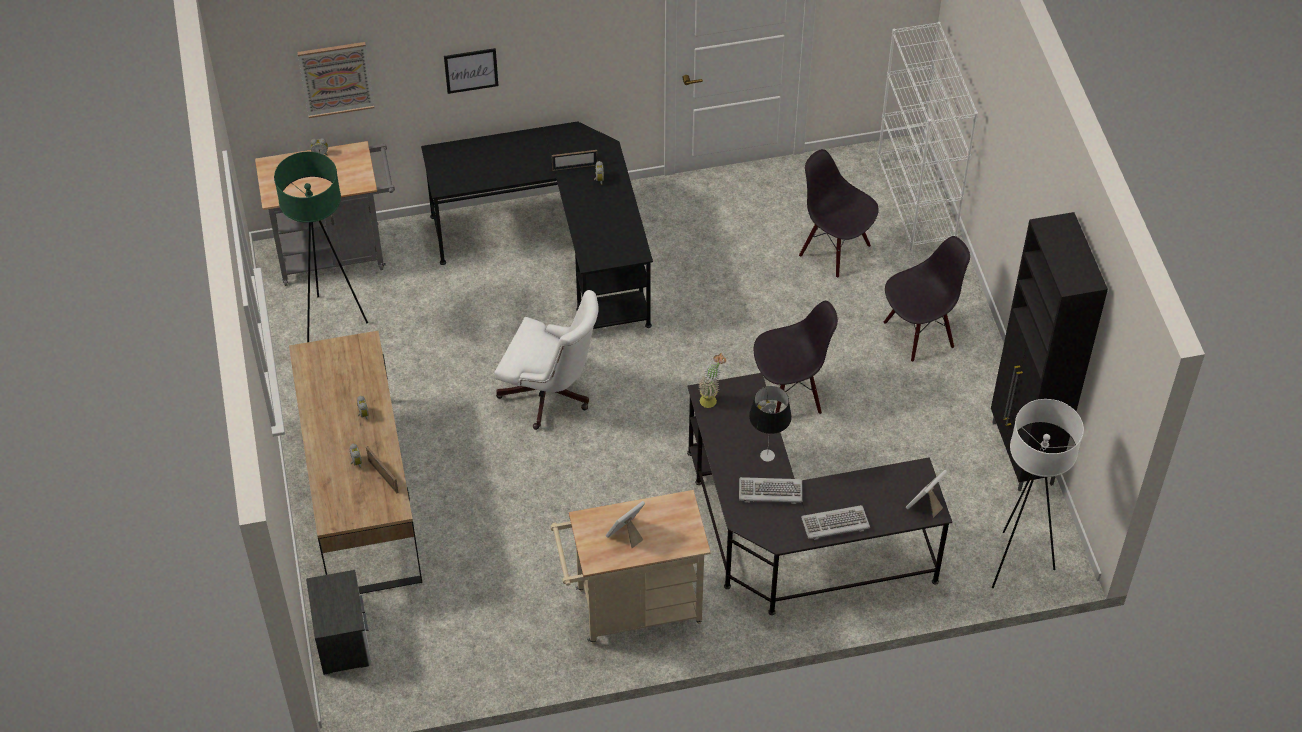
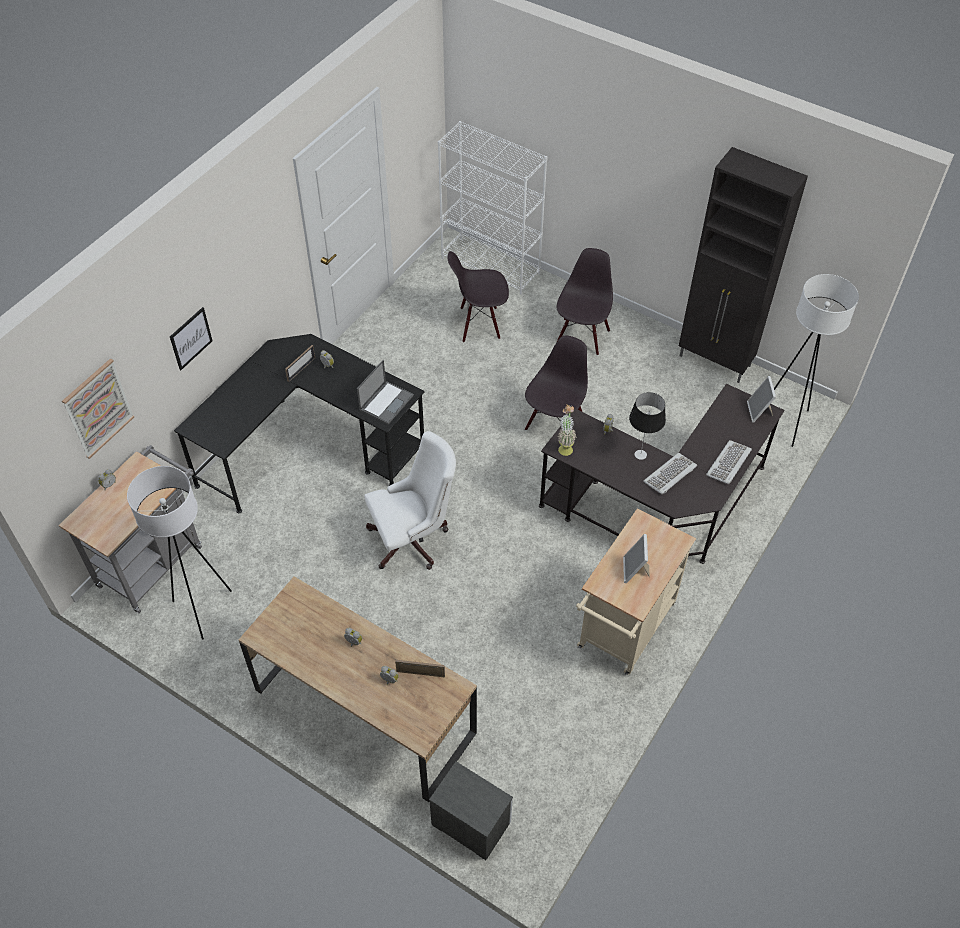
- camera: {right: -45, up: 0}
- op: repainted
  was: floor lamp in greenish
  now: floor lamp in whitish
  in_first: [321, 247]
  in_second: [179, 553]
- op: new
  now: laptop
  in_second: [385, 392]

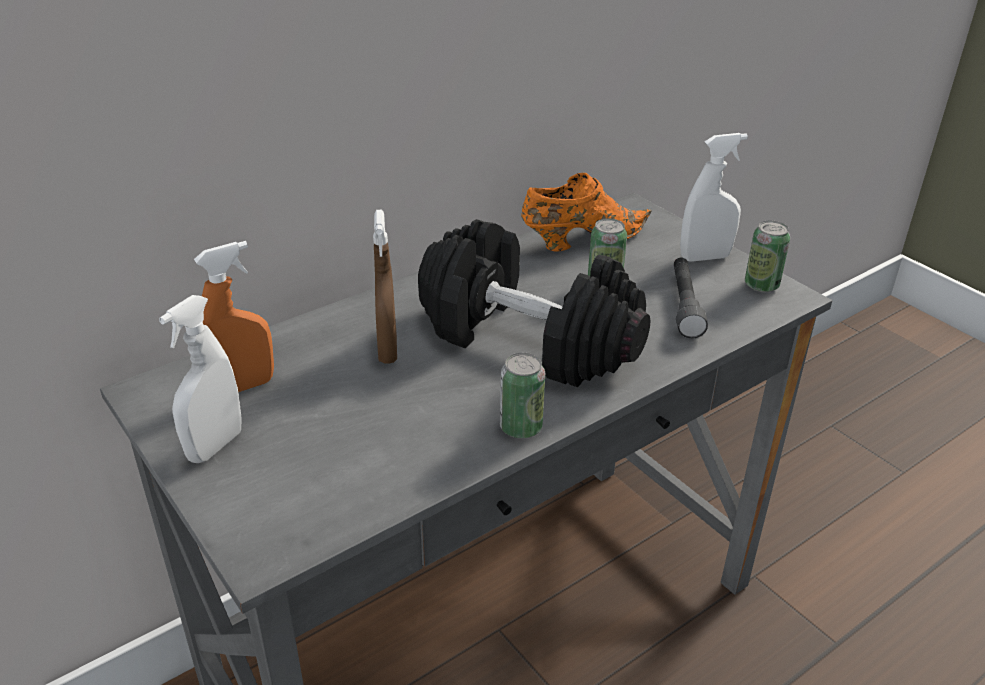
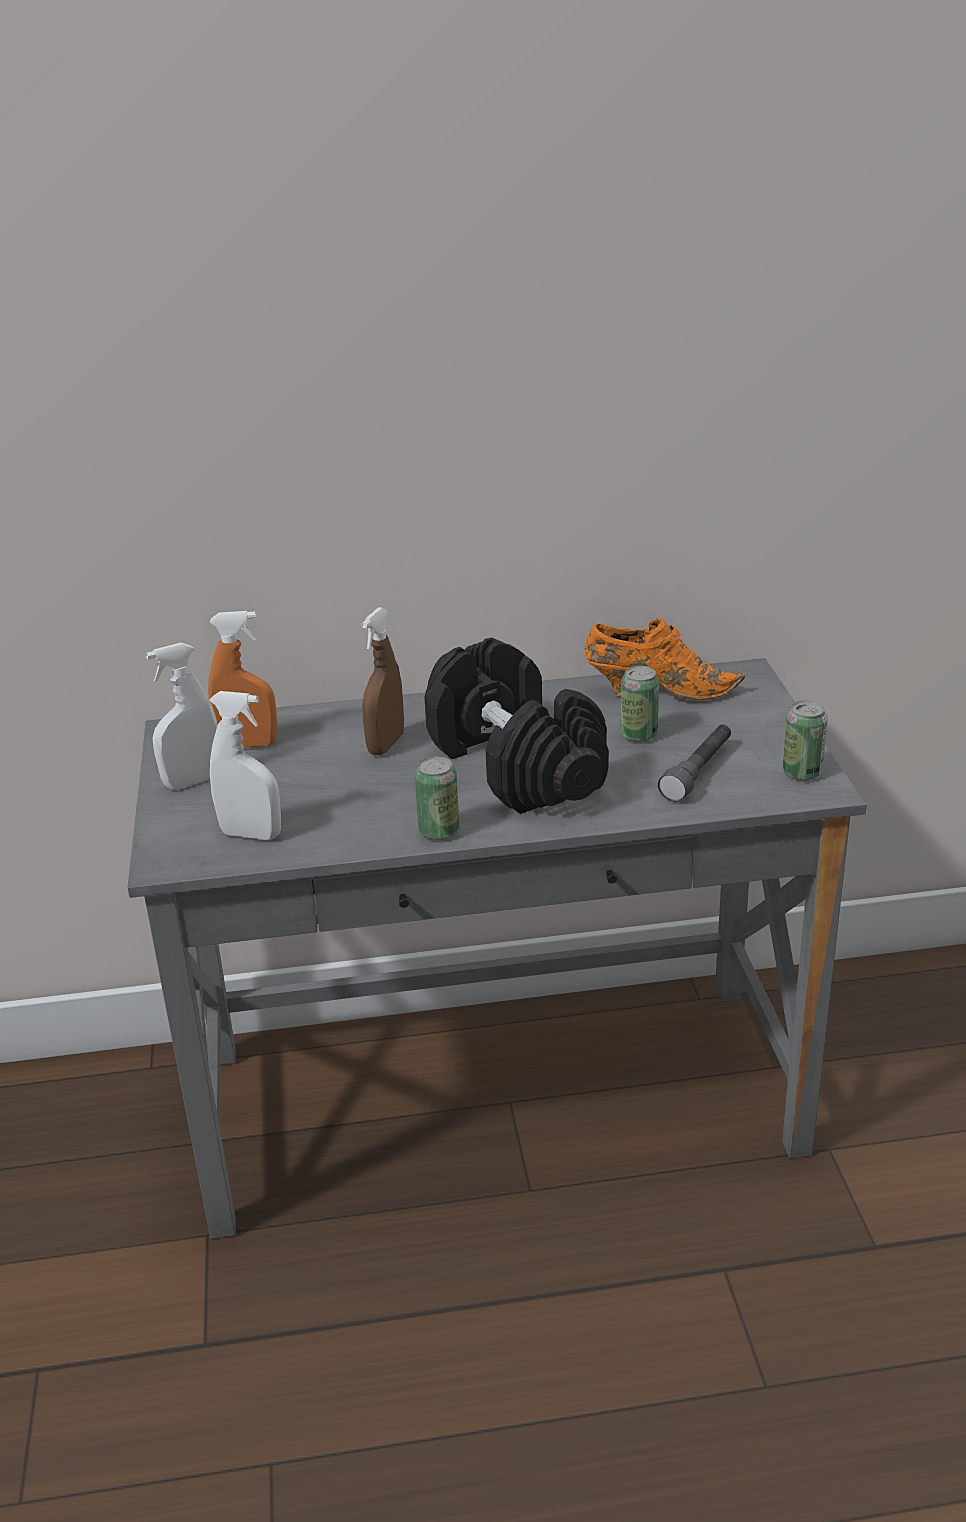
- camera: {right: 30, up: -5}
- op: shifted
  was: sprayer in whitish
  in_first: [714, 197]
  in_second: [245, 765]

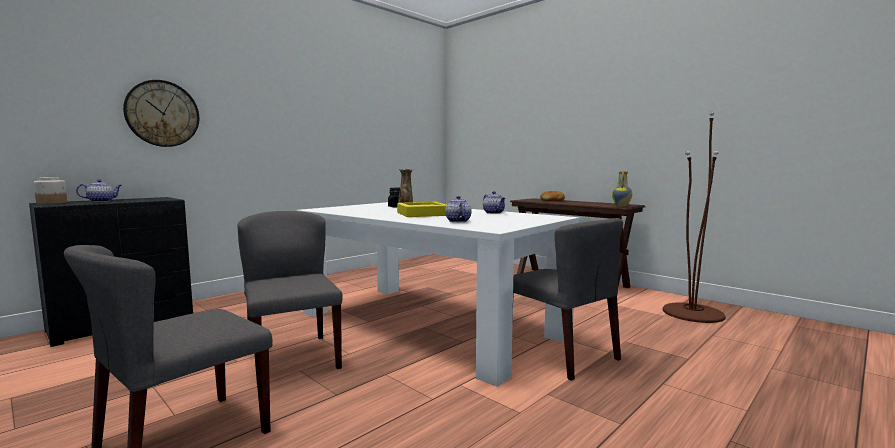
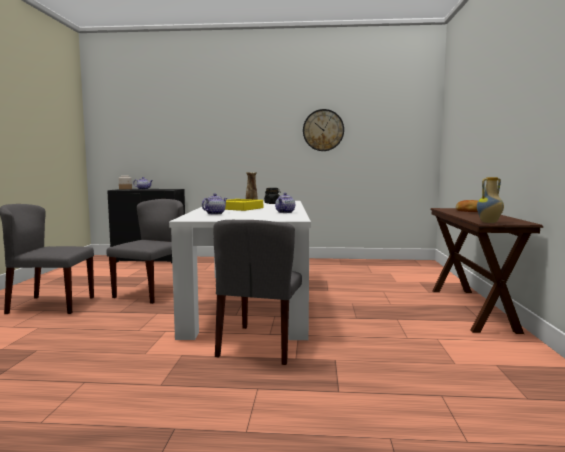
- camera: {right: 50, up: 0}
- op: shifted
  was: clock on the wall
  in_first: [161, 113]
  in_second: [323, 130]
- op: gone
  was: floor lamp in brown-coloured
  in_first: [694, 217]

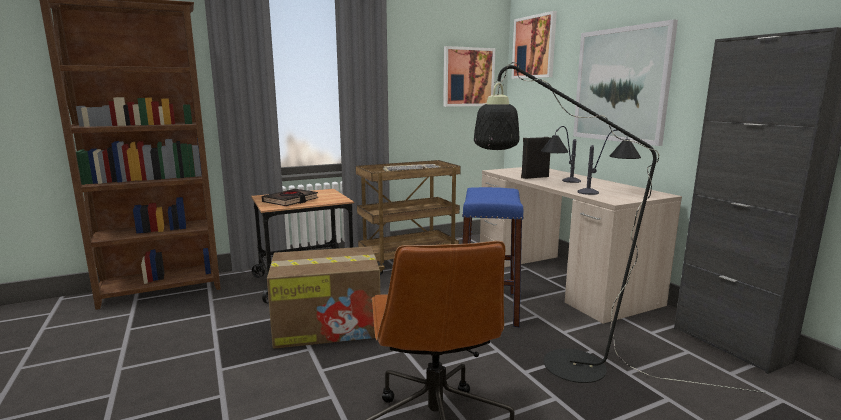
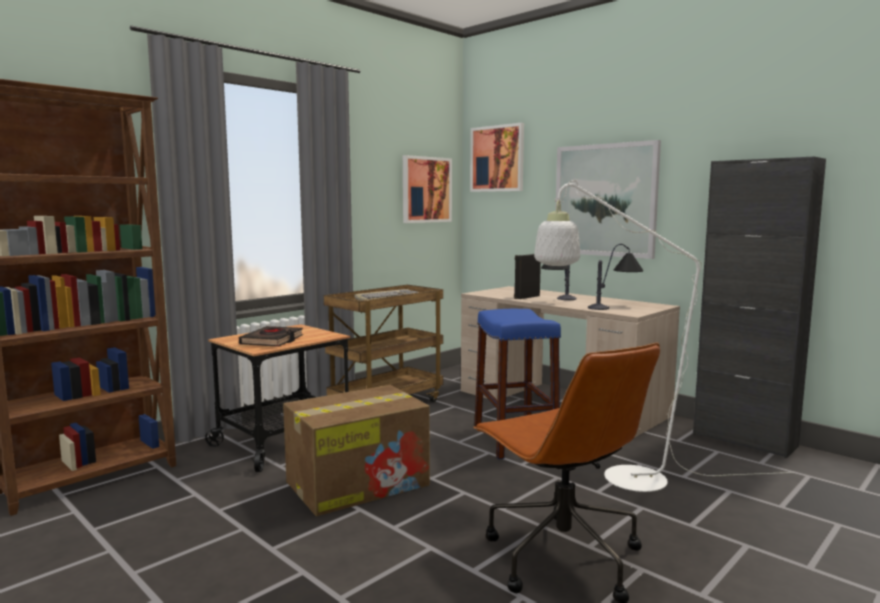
- camera: {right: -20, up: -5}
- op: repainted
  was: floor lamp in black
  now: floor lamp in whitish
  in_first: [620, 227]
  in_second: [664, 336]

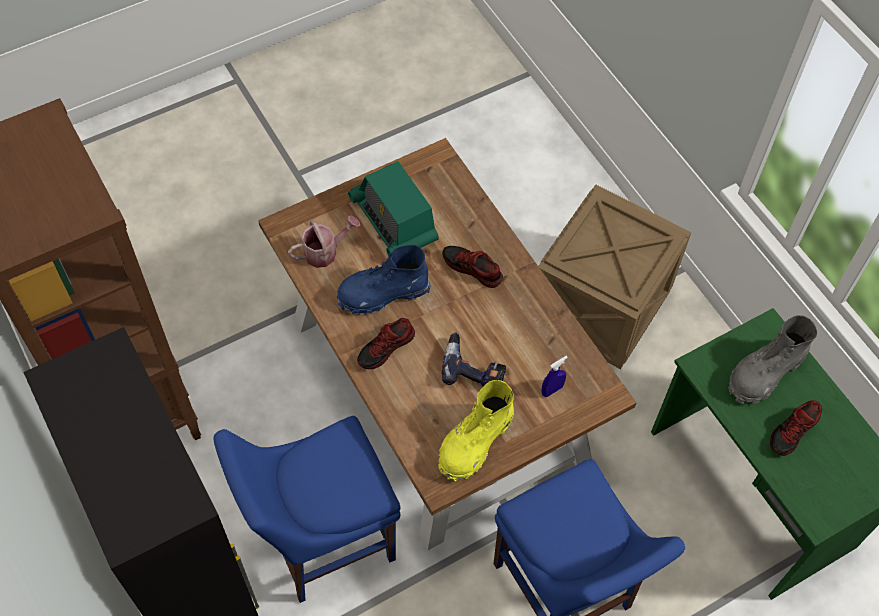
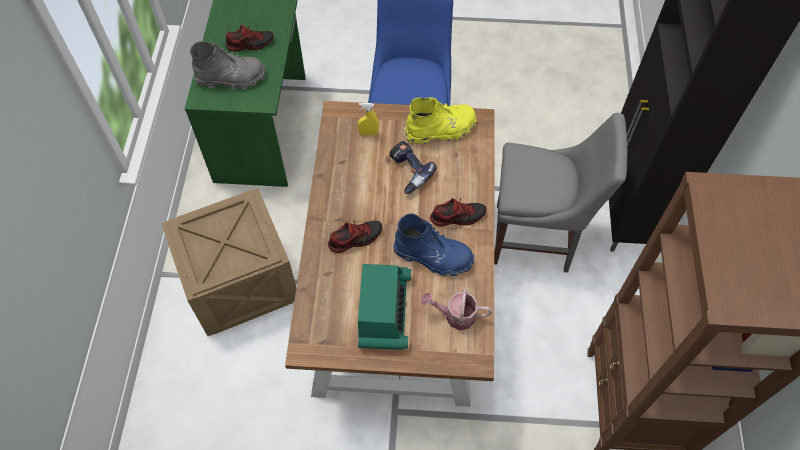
- camera: {right: -145, up: 0}
- op: rotated
  was: item of footwear
  in_first: [472, 267]
  in_second: [355, 236]
  clockwise: -90
- op: repainted
  was: sprayer in bluish
  now: sprayer in yellow-coloured
  in_first: [554, 376]
  in_second: [368, 119]
- op: repainted
  was: plain chair in bluish
  now: plain chair in gray
  in_first: [307, 509]
  in_second: [560, 193]

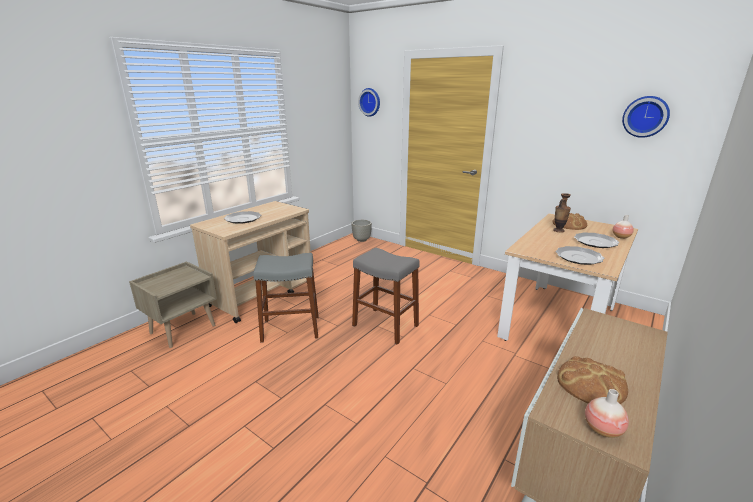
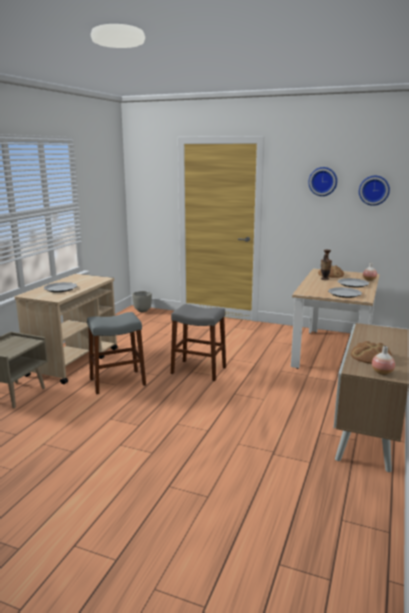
- camera: {right: -15, up: -5}
- op: shifted
  was: clock on the wall
  in_first: [369, 102]
  in_second: [322, 181]

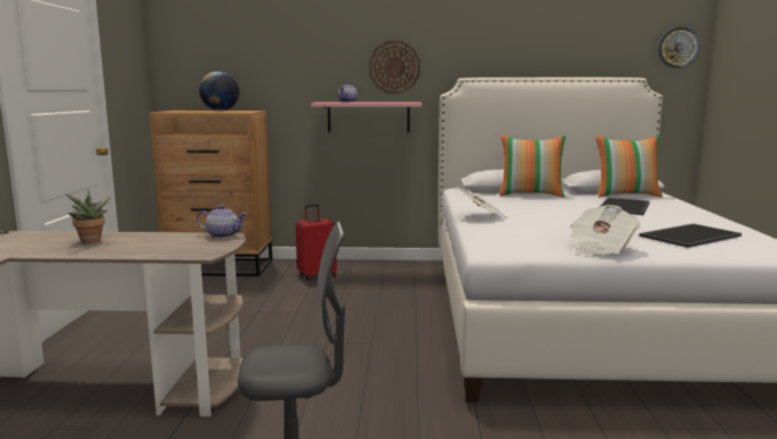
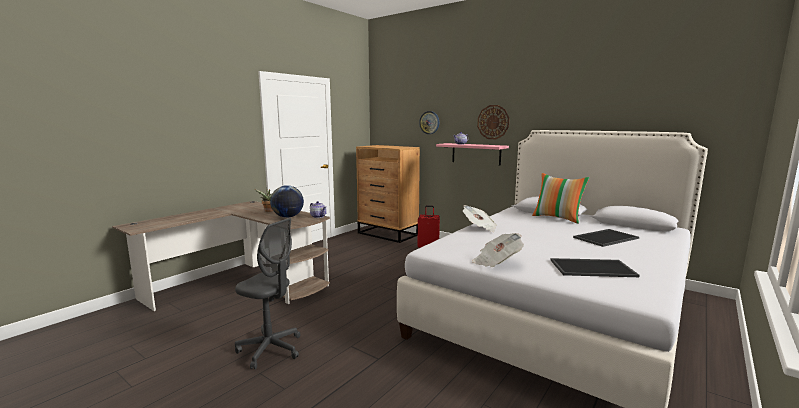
- camera: {right: 35, up: 0}
- op: shifted
  was: desk globe
  in_first: [219, 91]
  in_second: [287, 201]
- op: shifted
  was: clock on the wall
  in_first: [678, 47]
  in_second: [429, 122]
- op: gone
  was: pillow
  in_first: [629, 166]

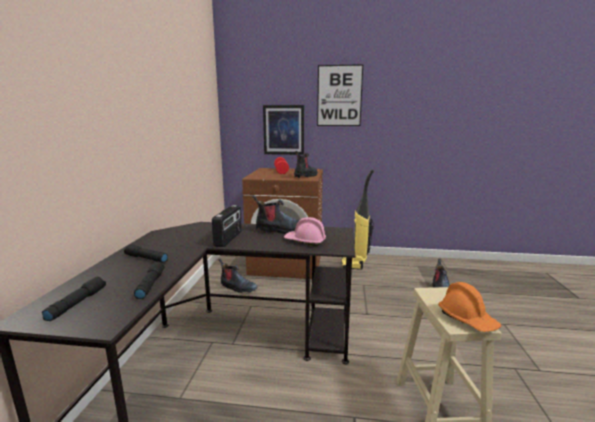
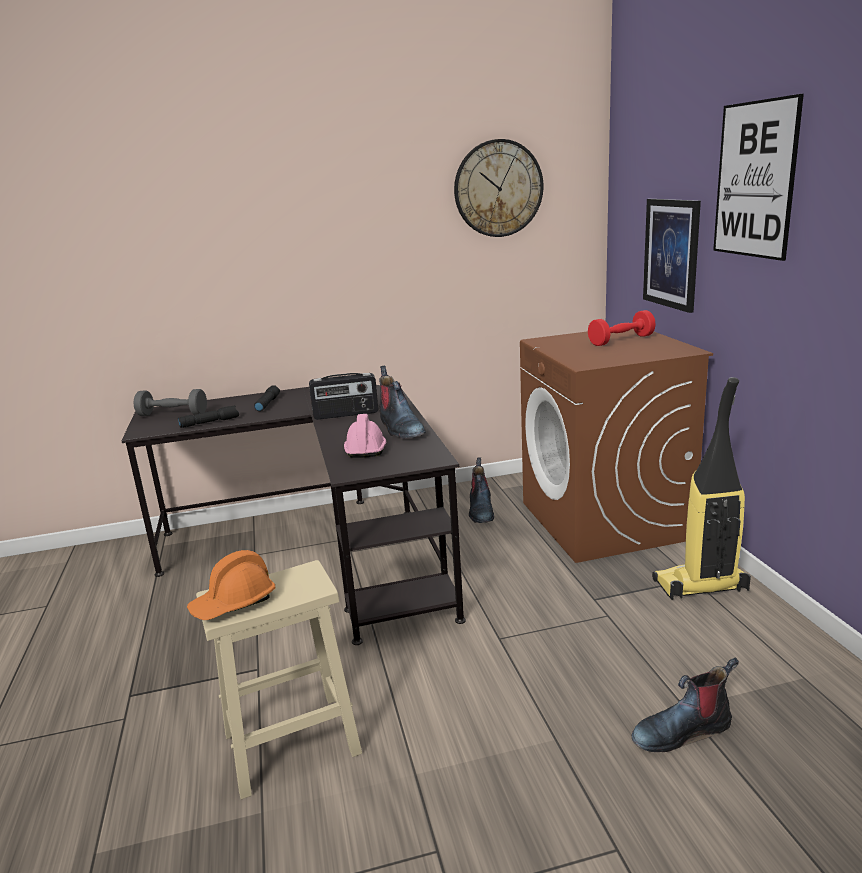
- camera: {right: 70, up: 5}
- op: swapped
  was: hand torch in black
  now: free weight in gray
  in_first: [74, 299]
  in_second: [170, 402]
- op: new
  now: clock on the wall
  in_second: [498, 188]
- op: gone
  was: tall boot
  in_first: [306, 164]

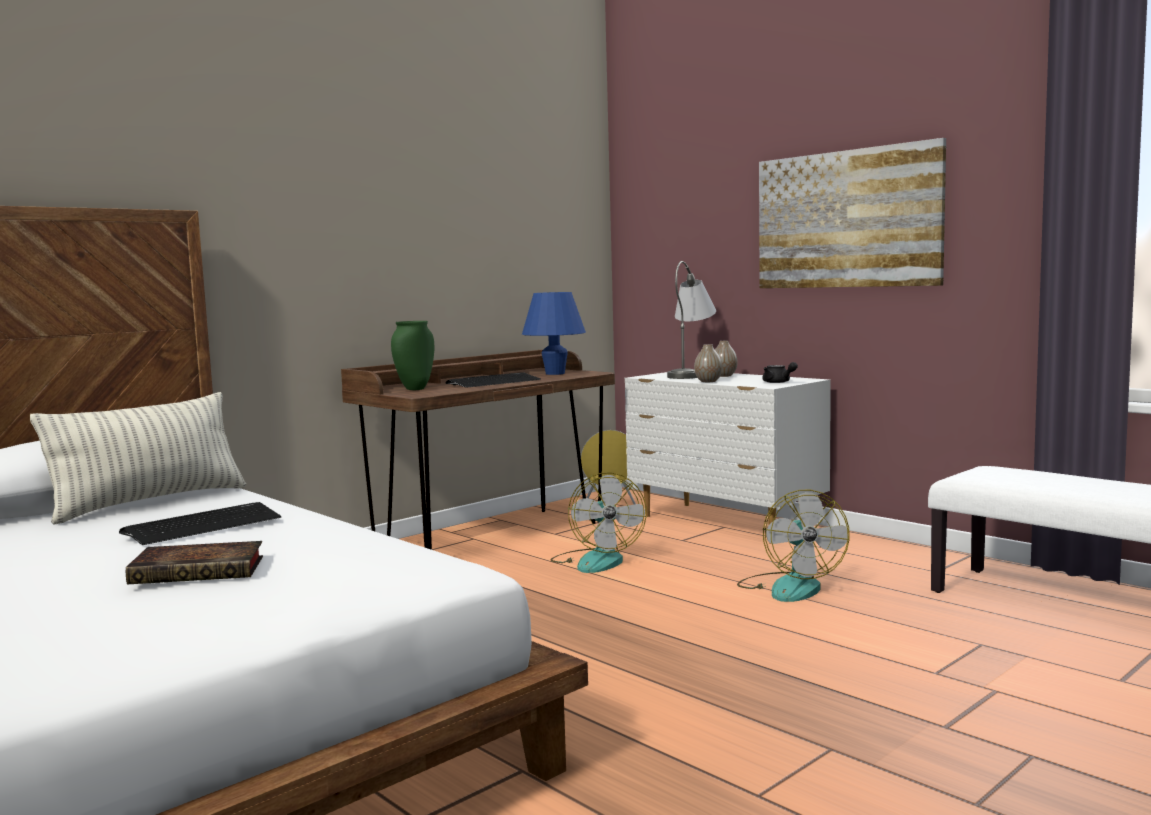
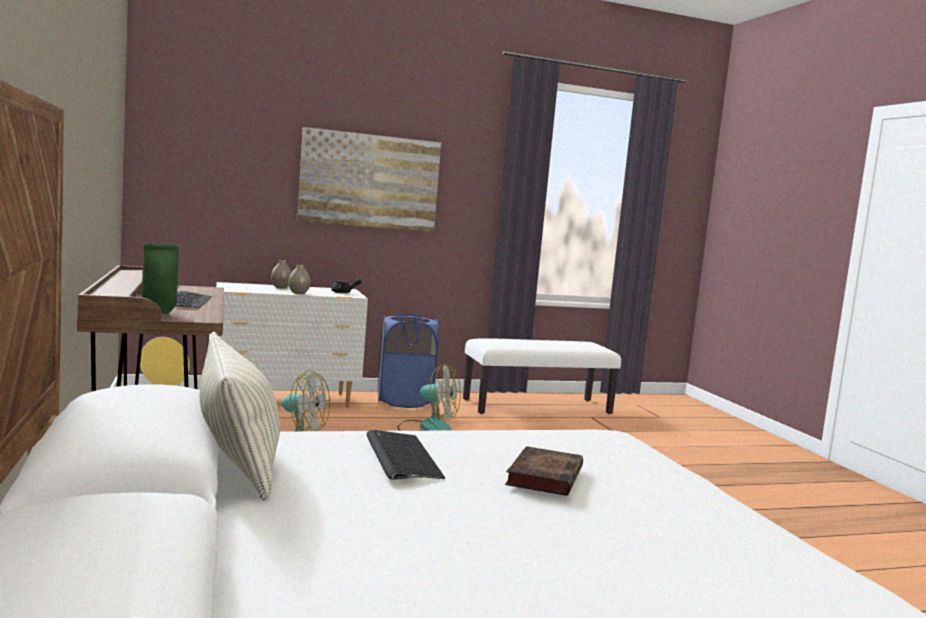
- camera: {right: -65, up: 0}
- op: new
  now: laundry basket in bluish
  in_second: [408, 360]
- op: gone
  was: table lamp in bluish
  in_first: [554, 333]
- op: gone
  was: table lamp in gray
  in_first: [691, 320]

